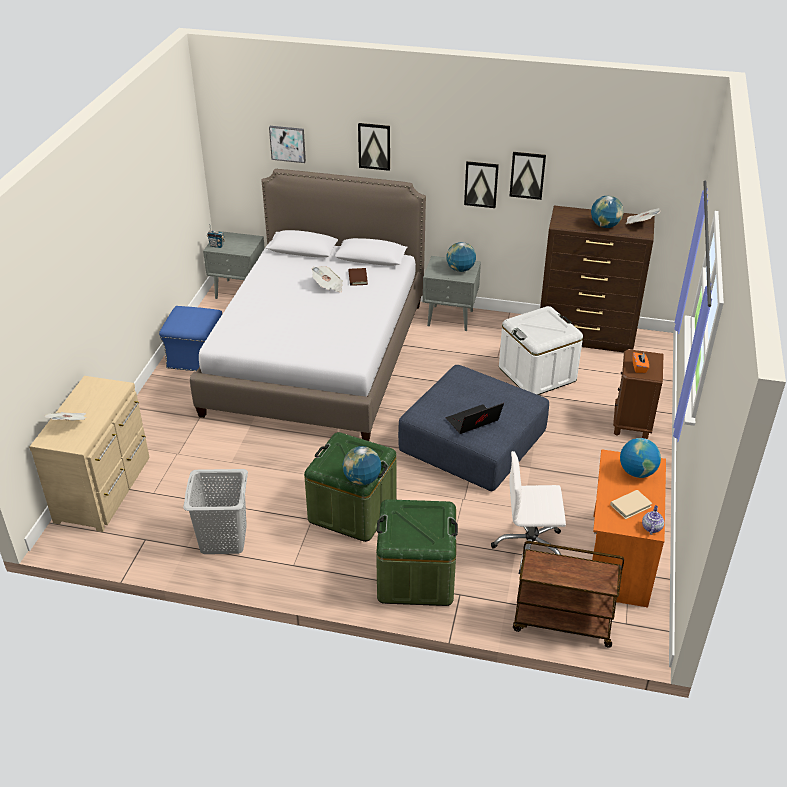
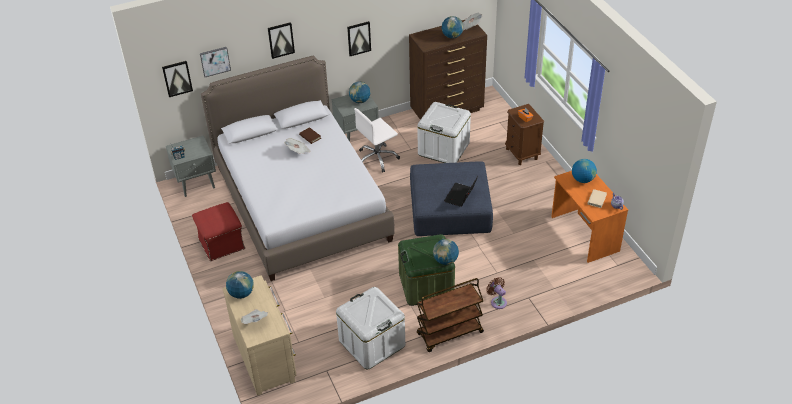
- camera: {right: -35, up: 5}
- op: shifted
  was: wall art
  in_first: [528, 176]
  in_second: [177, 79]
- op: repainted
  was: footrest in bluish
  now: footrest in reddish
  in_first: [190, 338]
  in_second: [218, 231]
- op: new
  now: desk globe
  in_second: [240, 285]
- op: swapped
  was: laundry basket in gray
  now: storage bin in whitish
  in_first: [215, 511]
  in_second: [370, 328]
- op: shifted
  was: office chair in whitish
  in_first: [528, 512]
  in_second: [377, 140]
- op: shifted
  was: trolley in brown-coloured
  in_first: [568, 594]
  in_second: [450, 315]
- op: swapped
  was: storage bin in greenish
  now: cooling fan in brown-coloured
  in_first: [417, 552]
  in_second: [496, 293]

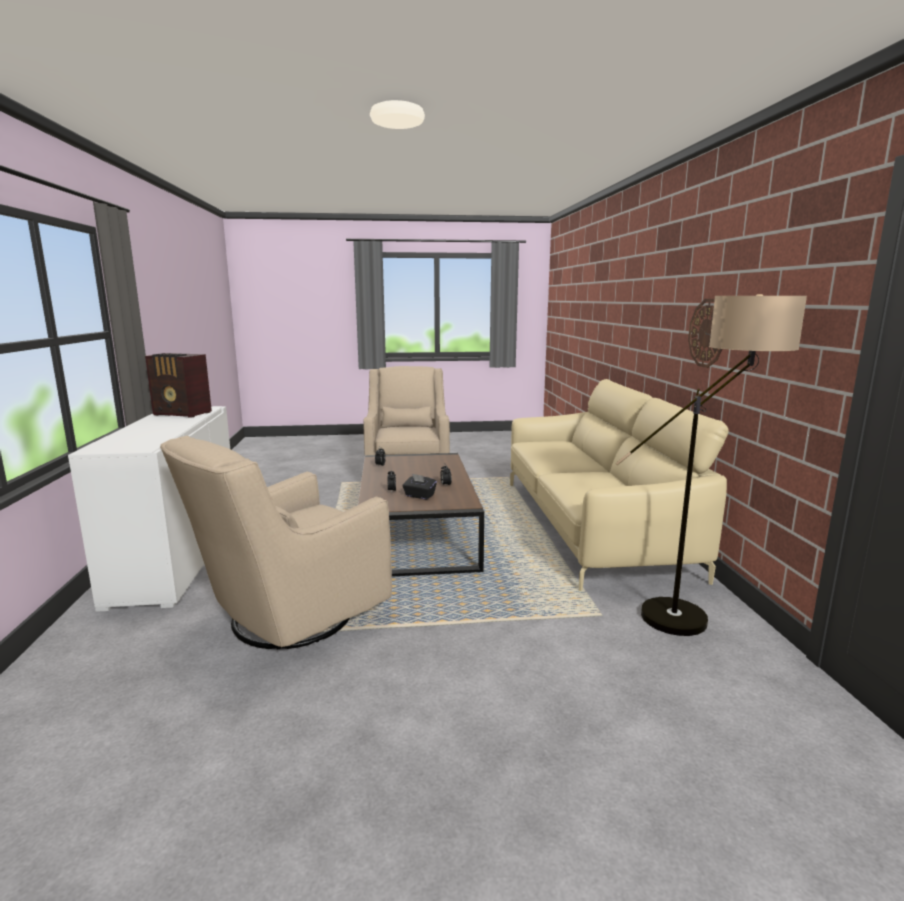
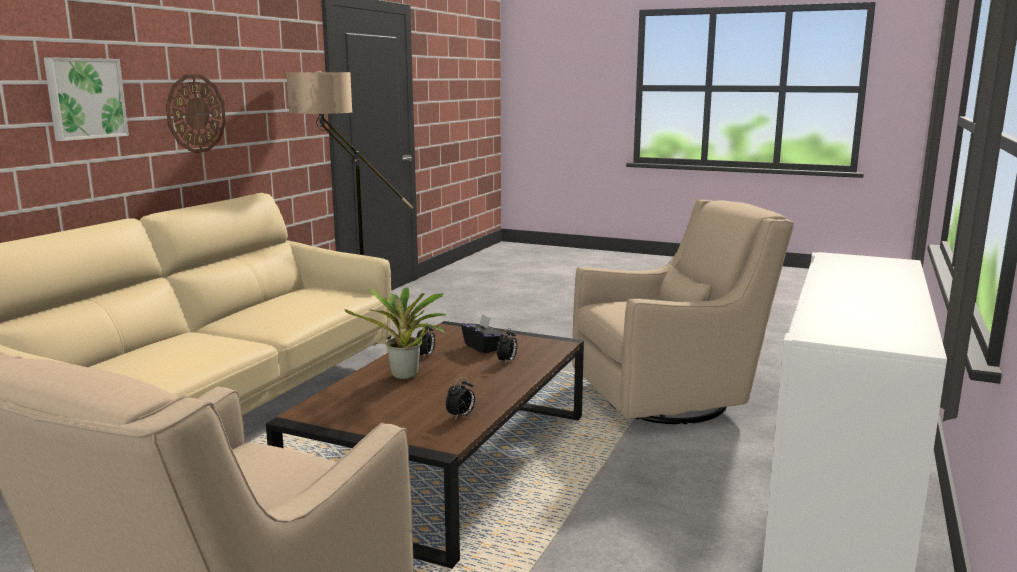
- camera: {right: -150, up: 0}
- op: new
  now: wall art
  in_second: [86, 99]
- op: new
  now: houseplant
  in_second: [395, 334]
- op: gone
  was: radio receiver
  in_first: [178, 385]

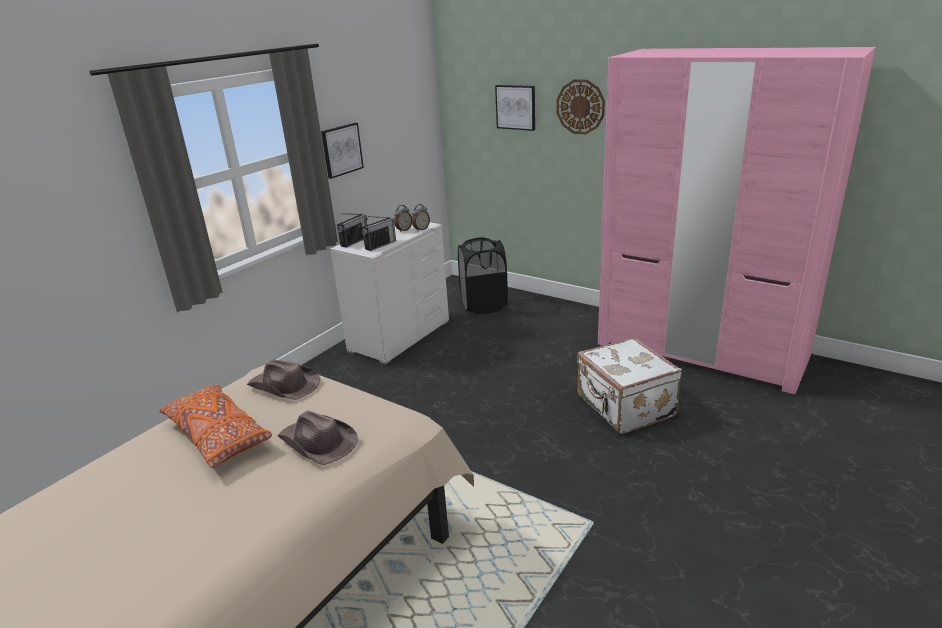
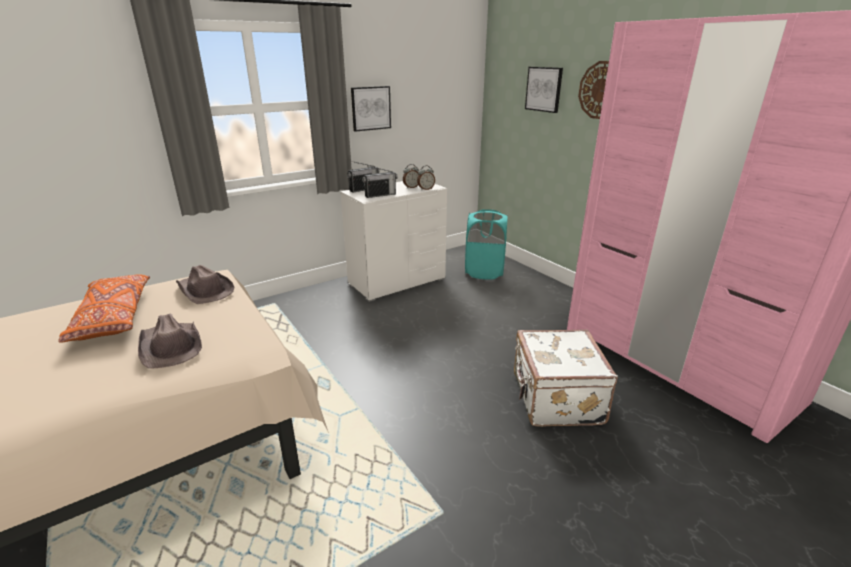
- camera: {right: 20, up: 0}
- op: repainted
  was: laundry basket in black
  now: laundry basket in blue-green
  in_first: [483, 275]
  in_second: [486, 244]

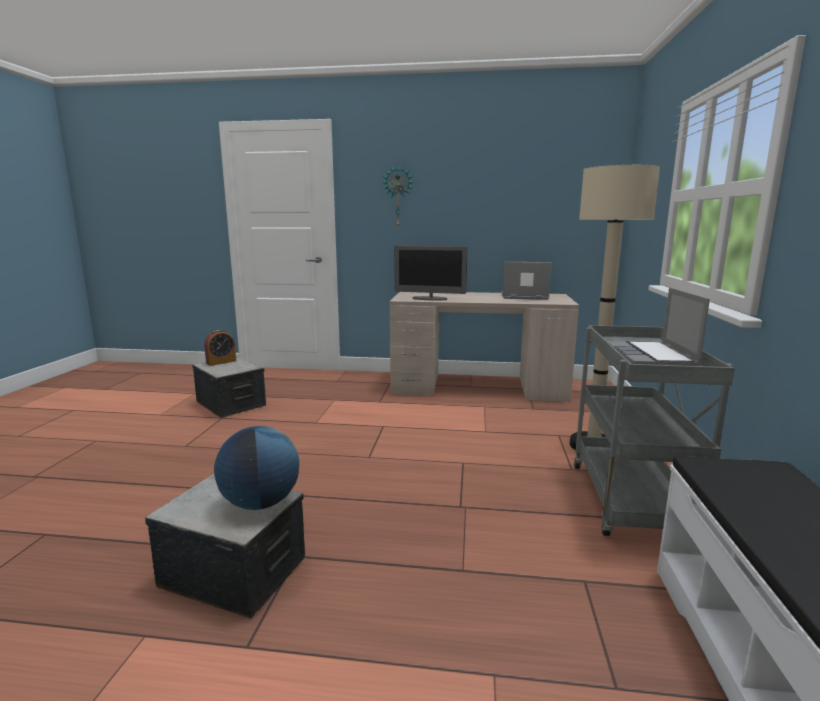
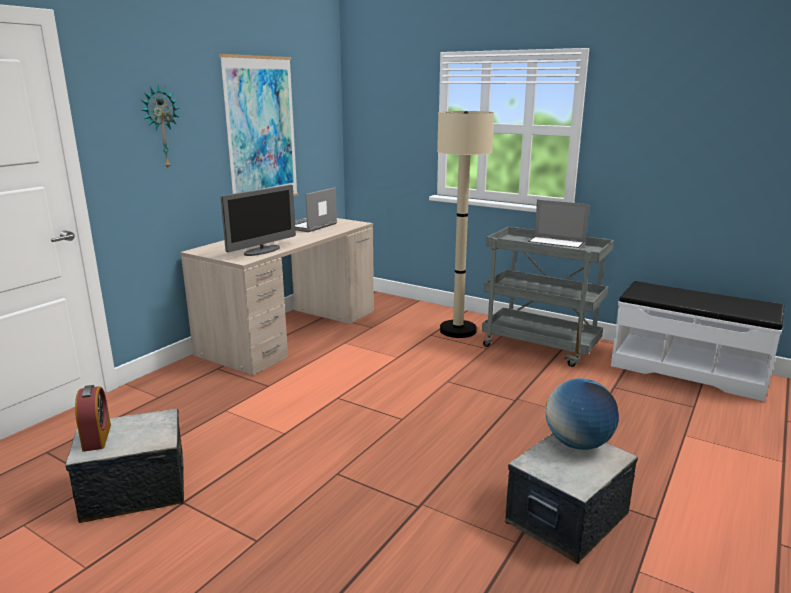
- camera: {right: -65, up: 5}
- op: new
  now: wall art
  in_second: [258, 125]

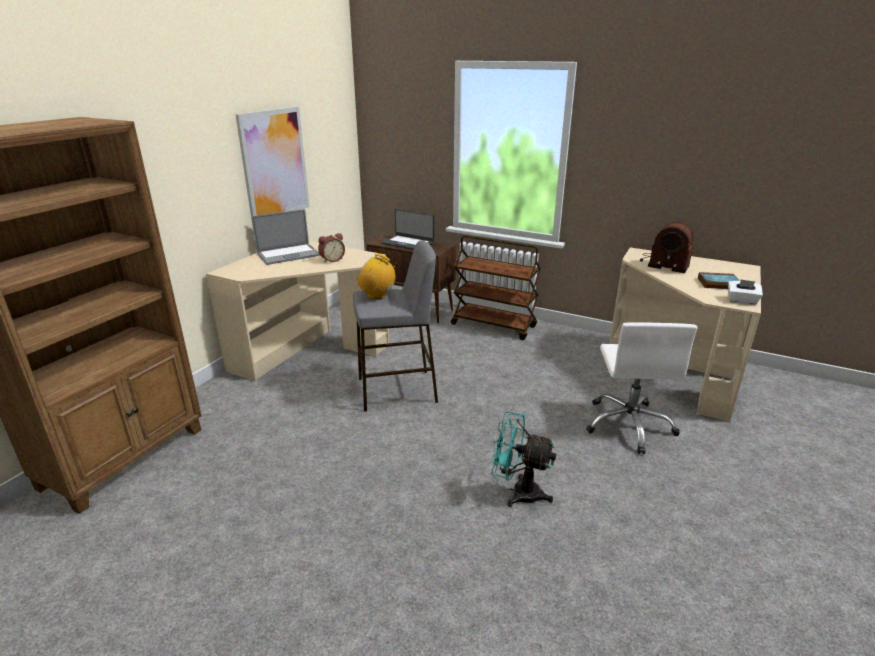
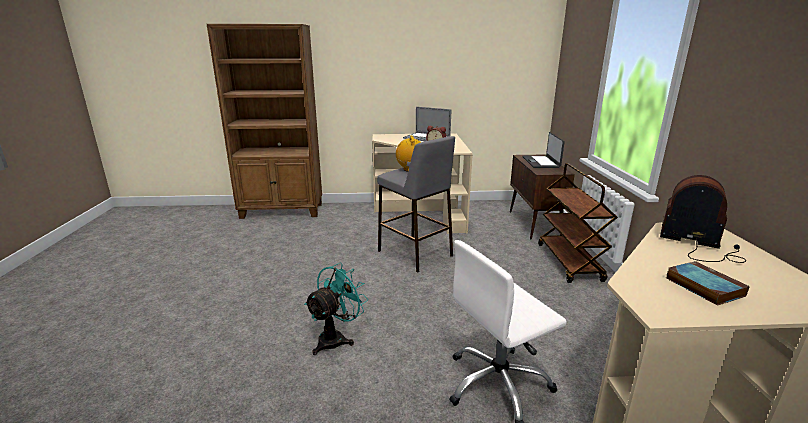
- camera: {right: 60, up: -5}
- op: rotated
  was: cooling fan in blue-green
  in_first: [523, 459]
  in_second: [336, 309]
  clockwise: 45
- op: rotated
  was: radio receiver
  in_first: [667, 247]
  in_second: [703, 219]
  clockwise: 120
- op: gone
  was: wall art
  in_first: [272, 161]
- op: gone
  was: tissue holder in whitish
  in_first: [745, 292]

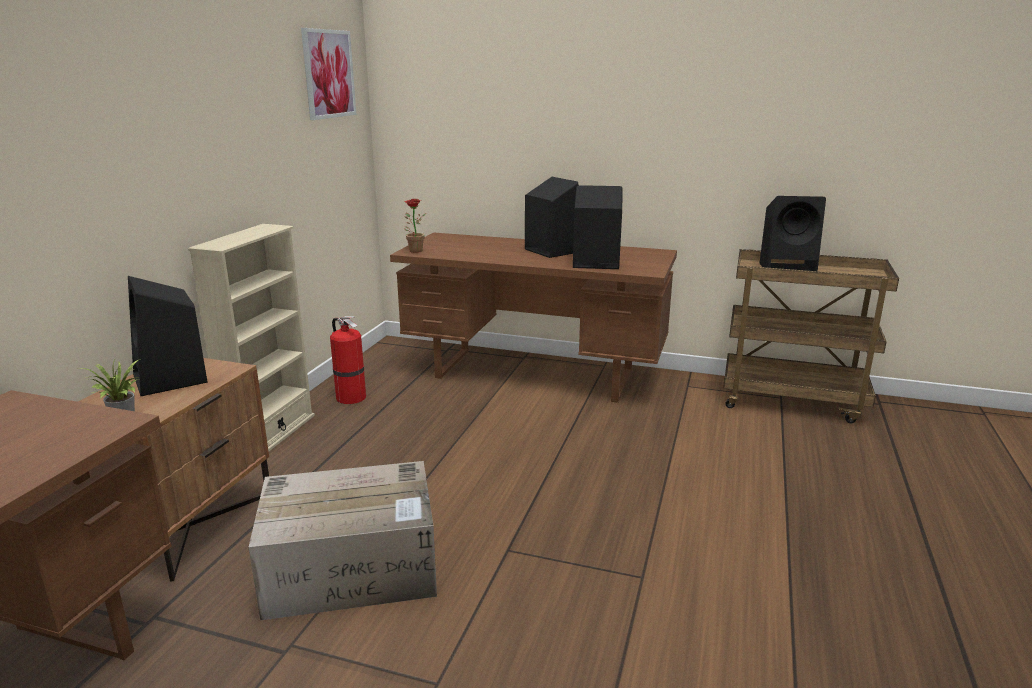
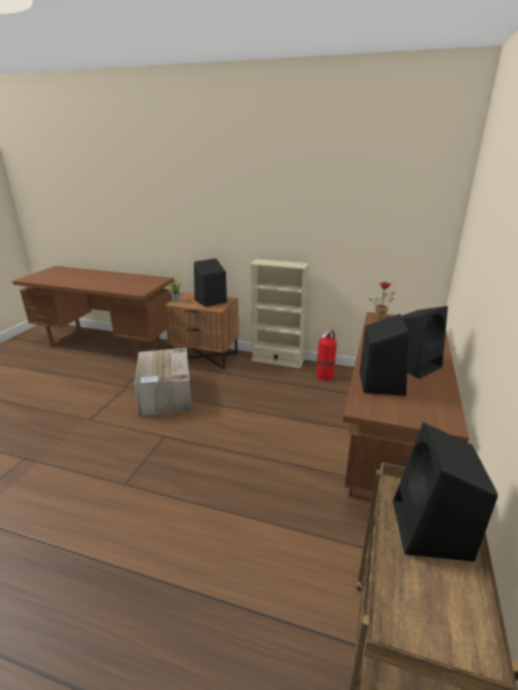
- camera: {right: 90, up: 5}
- op: gone
  was: wall art
  in_first: [328, 74]

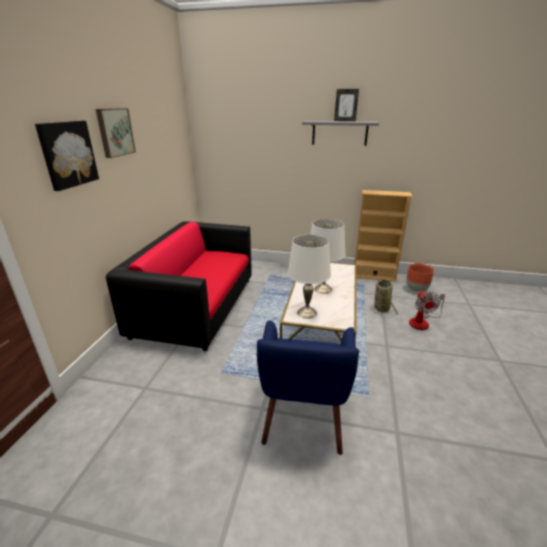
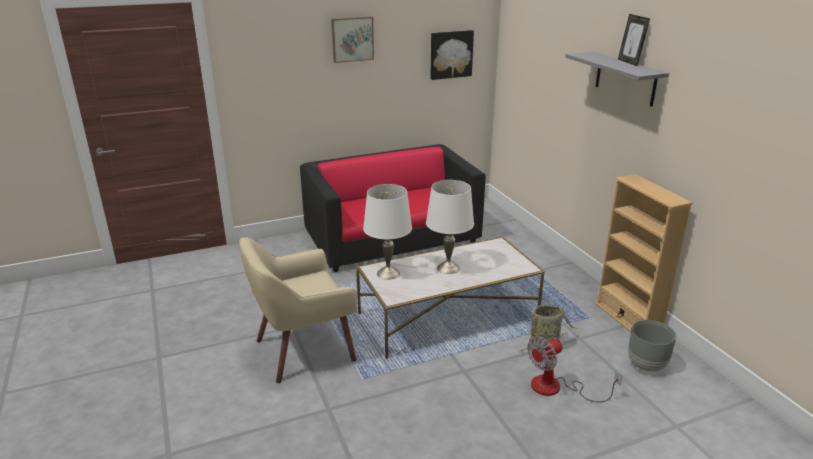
- camera: {right: 55, up: 0}
- op: repainted
  was: lounge chair in bluish
  now: lounge chair in beige
  in_first: [308, 387]
  in_second: [298, 310]
- op: shifted
  was: wall art
  in_first: [67, 156]
  in_second: [452, 55]
- op: repainted
  was: flower pot in brown-coloured
  now: flower pot in gray
  in_first: [420, 277]
  in_second: [652, 346]

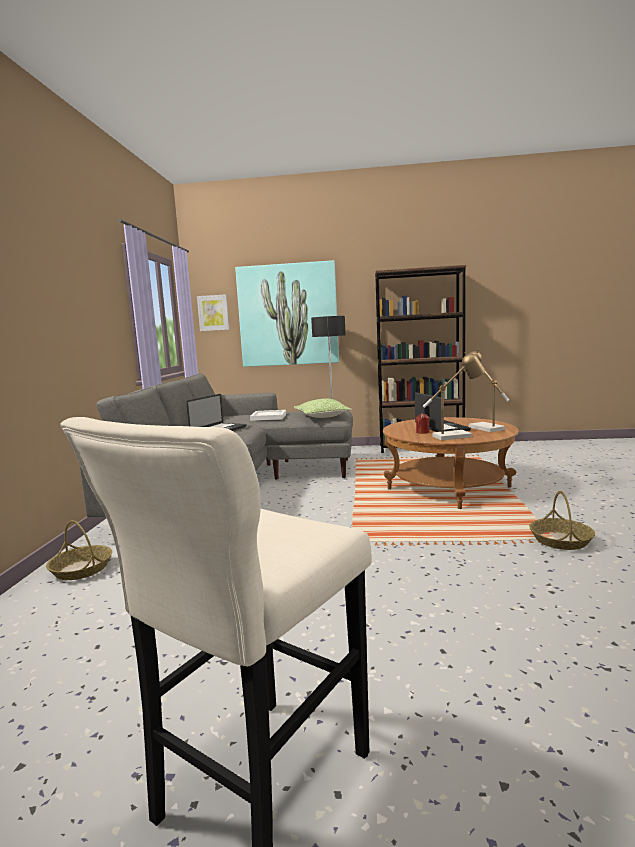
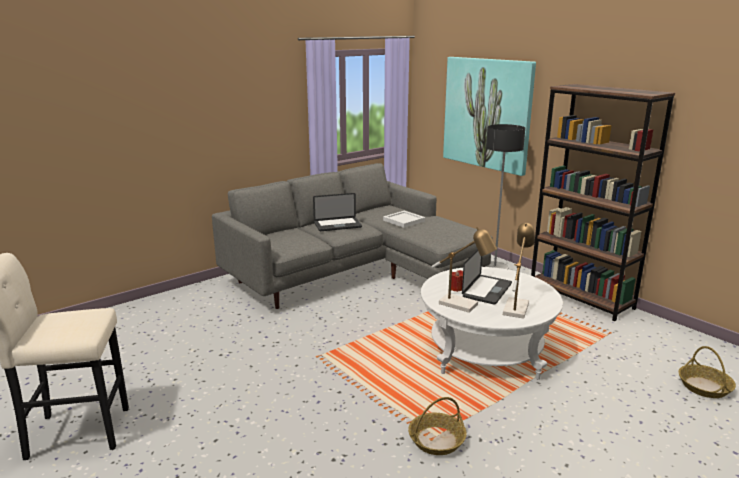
- camera: {right: 45, up: 10}
- op: repainted
  was: coffee table in brown-coloured
  now: coffee table in whitish
  in_first: [451, 463]
  in_second: [492, 323]
- op: shifted
  was: basket
  in_first: [79, 550]
  in_second: [707, 372]
- op: gone
  was: wall art
  in_first: [213, 312]
- op: gone
  was: pillow
  in_first: [323, 408]

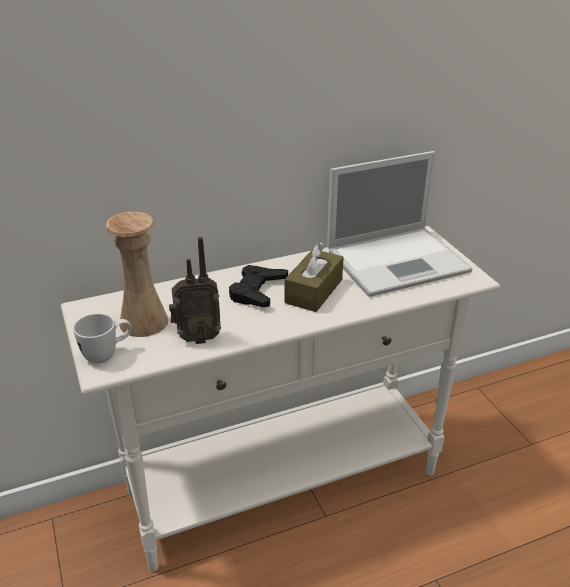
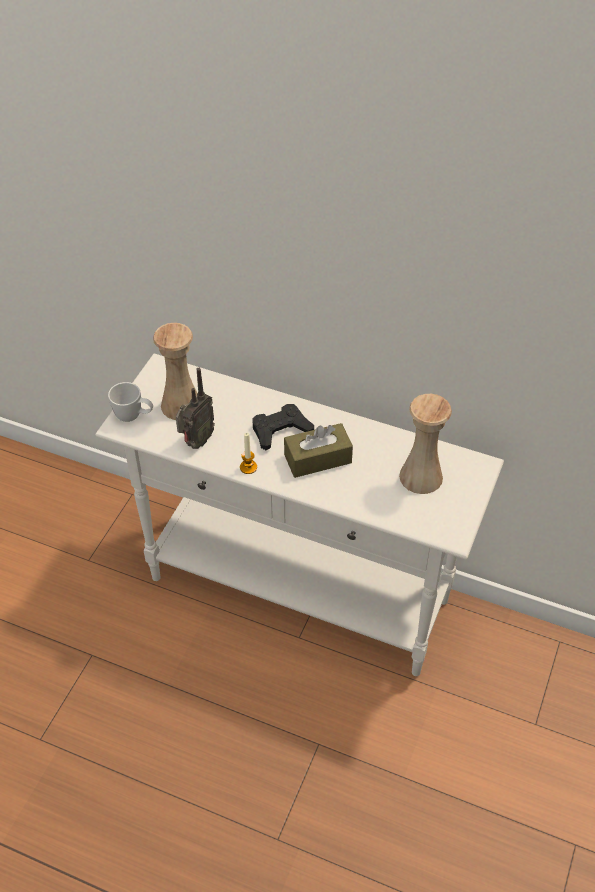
- camera: {right: 45, up: 15}
- op: rotated
  was: radio receiver
  in_first: [195, 290]
  in_second: [195, 408]
  clockwise: -90
- op: new
  now: candle
  in_second: [248, 453]
- op: swapped
  was: laptop
  now: vase in beige
  in_first: [400, 224]
  in_second: [425, 444]

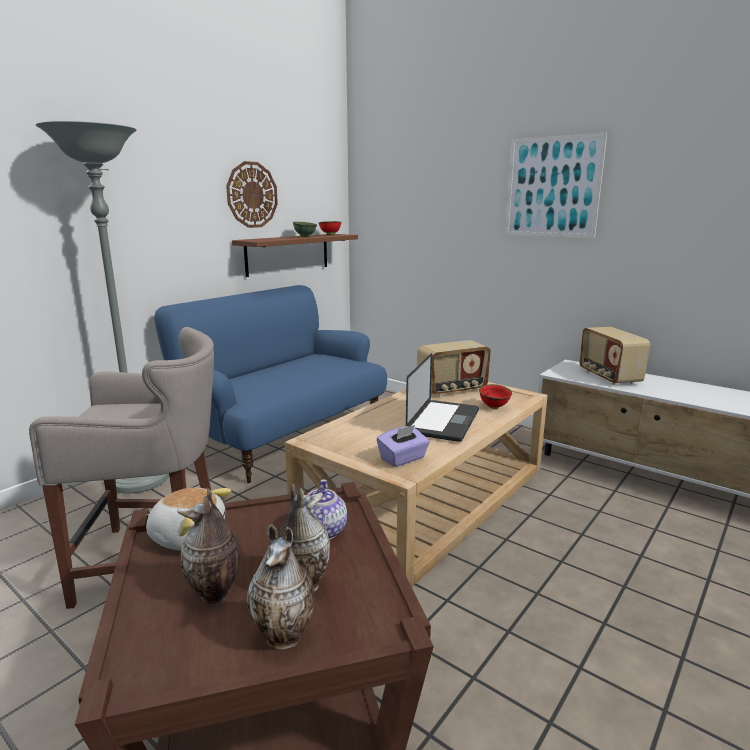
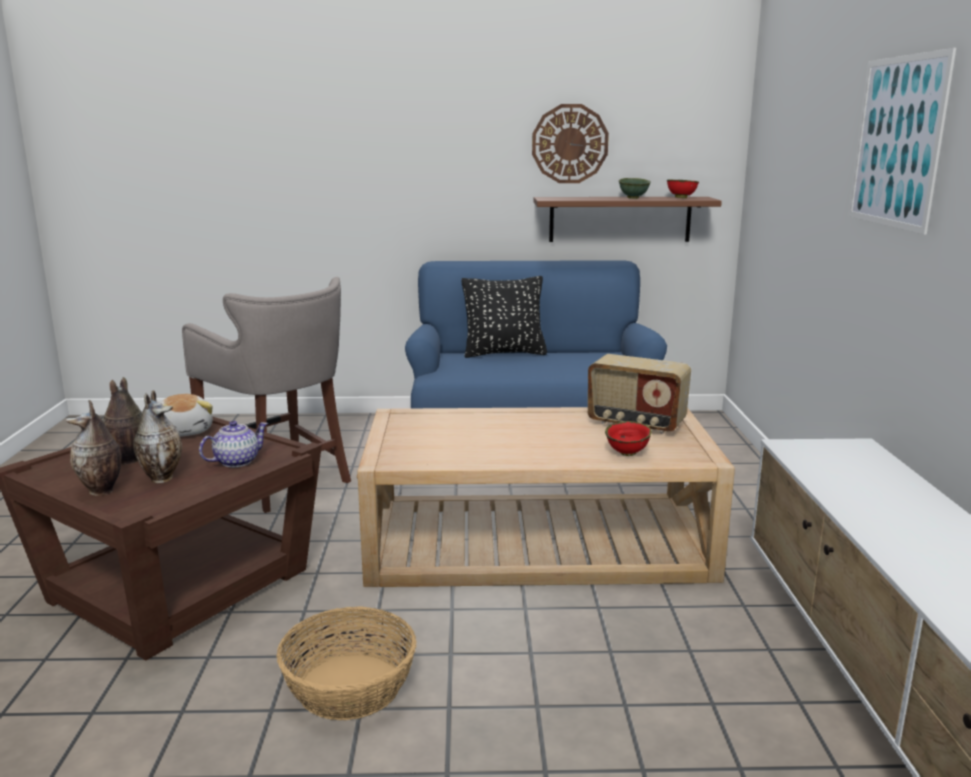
- camera: {right: 50, up: 0}
- op: new
  now: basket
  in_second: [346, 663]
- op: new
  now: pillow in black
  in_second: [504, 317]
- op: gone
  was: floor lamp in gray
  in_first: [102, 307]
- op: gone
  was: tissue holder in purple-coloured
  in_first: [403, 446]
- op: gone
  was: laptop
  in_first: [442, 397]
- op: gone
  was: radio receiver
  in_first: [615, 356]

